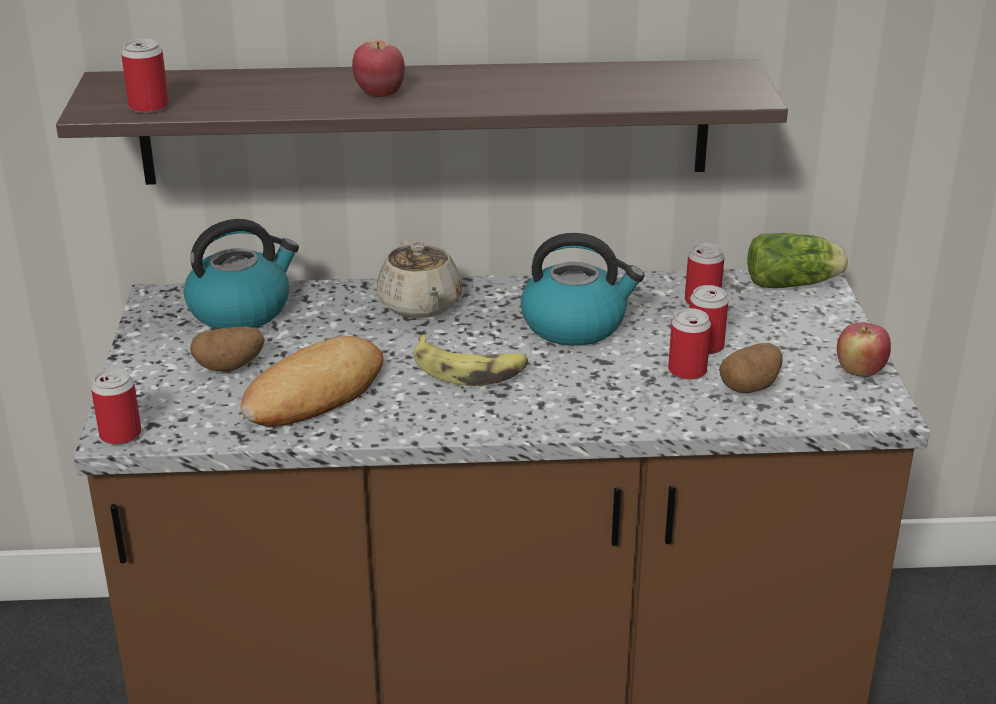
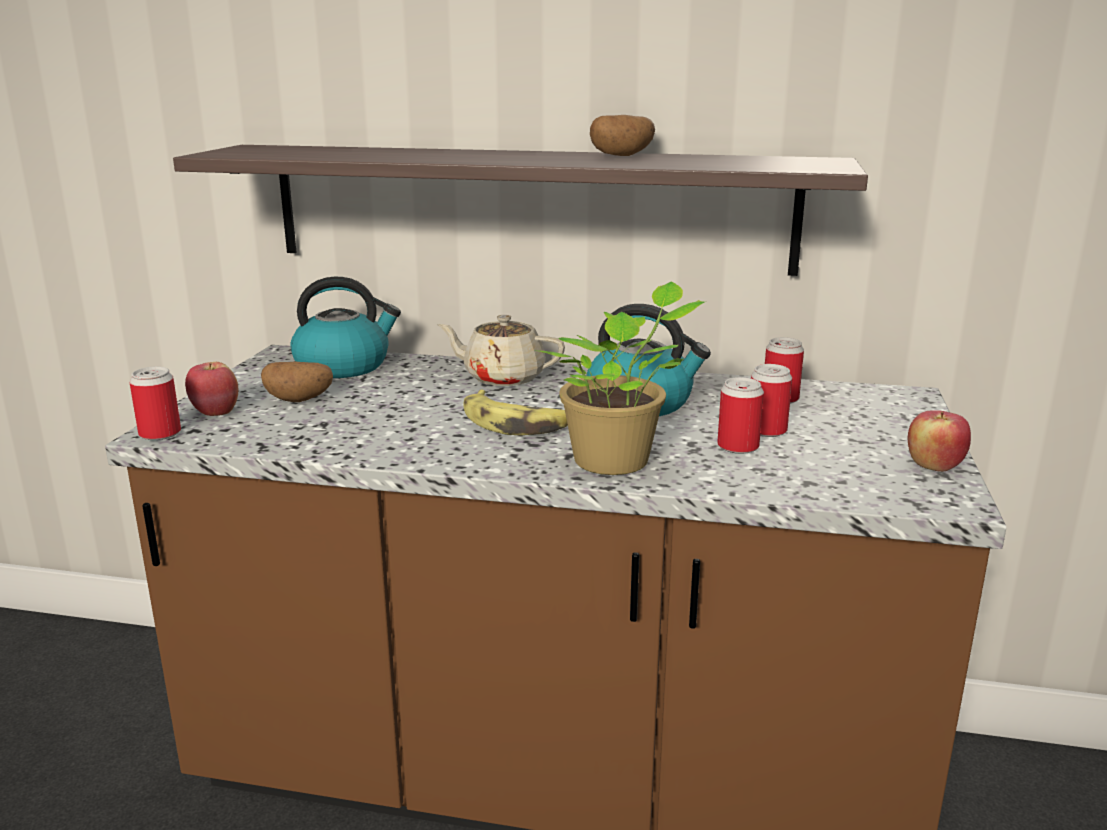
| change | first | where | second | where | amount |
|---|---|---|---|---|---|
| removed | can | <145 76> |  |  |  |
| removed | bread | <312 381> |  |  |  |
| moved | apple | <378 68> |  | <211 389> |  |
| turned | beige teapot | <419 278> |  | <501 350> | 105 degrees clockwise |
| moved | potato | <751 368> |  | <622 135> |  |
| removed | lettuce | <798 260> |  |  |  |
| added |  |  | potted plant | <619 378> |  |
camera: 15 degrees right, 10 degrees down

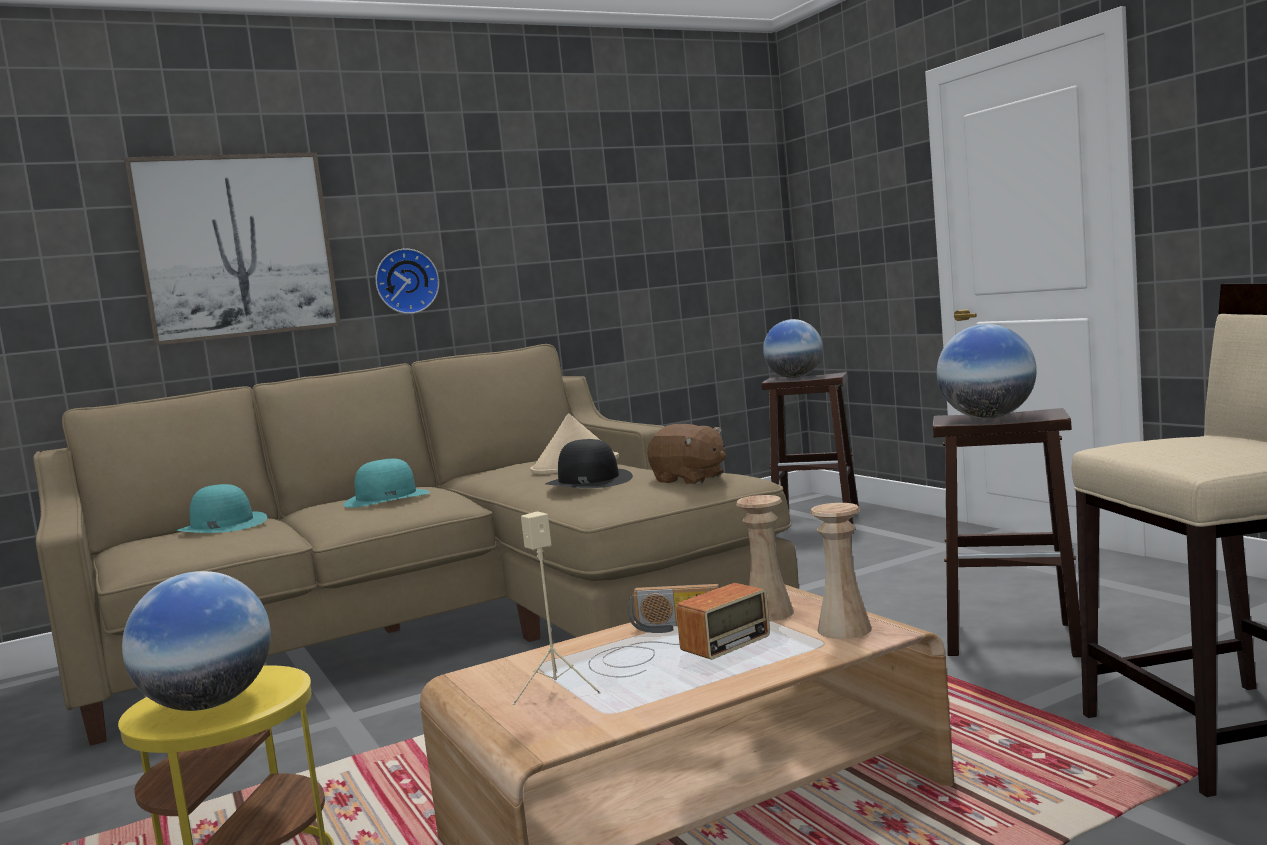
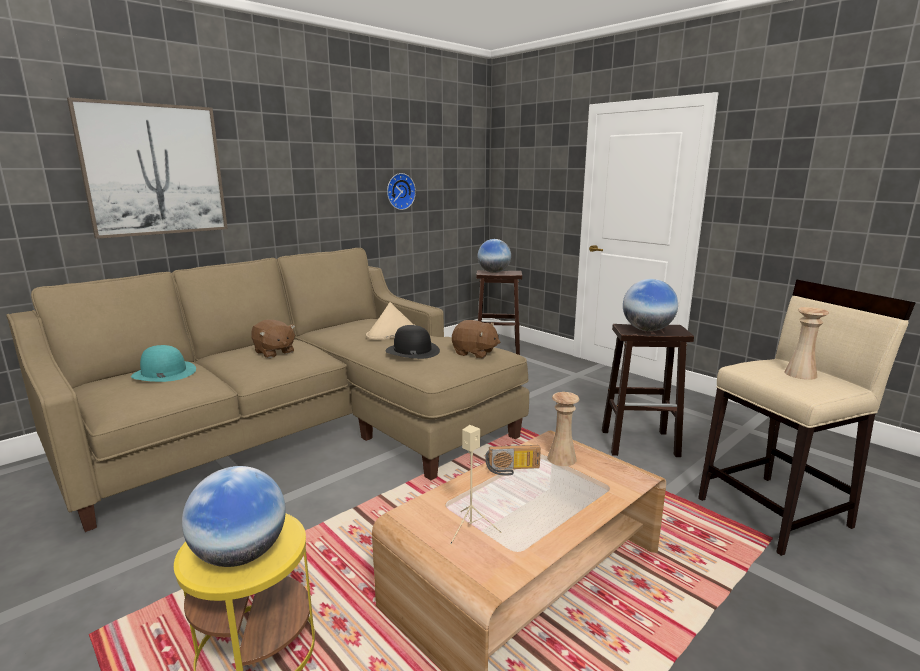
| change | first | where | second | where | amount |
|---|---|---|---|---|---|
| replaced | turquoise hat | <386 483> | brown plush toy | <273 338> |  |
| moved | wall clock | <407 281> |  | <401 191> |  |
| removed | radio | <679 630> |  |  |  |
| moved | beige vase | <841 571> |  | <806 343> |  |
camera: 15 degrees left, 10 degrees up

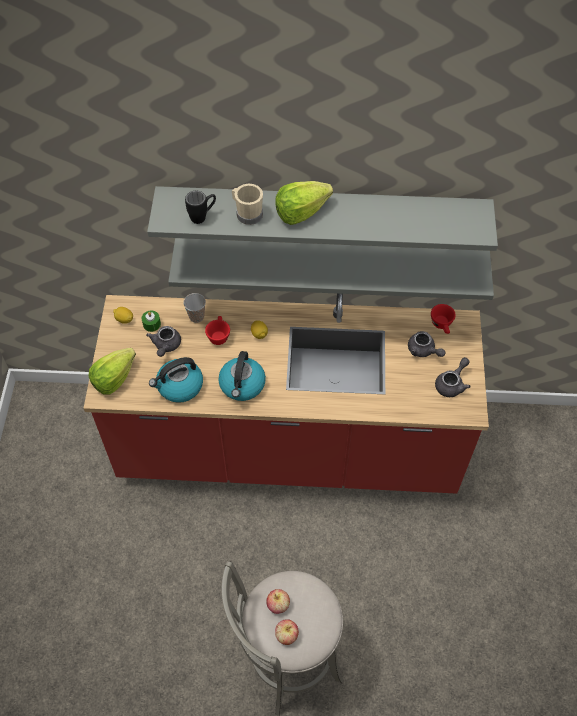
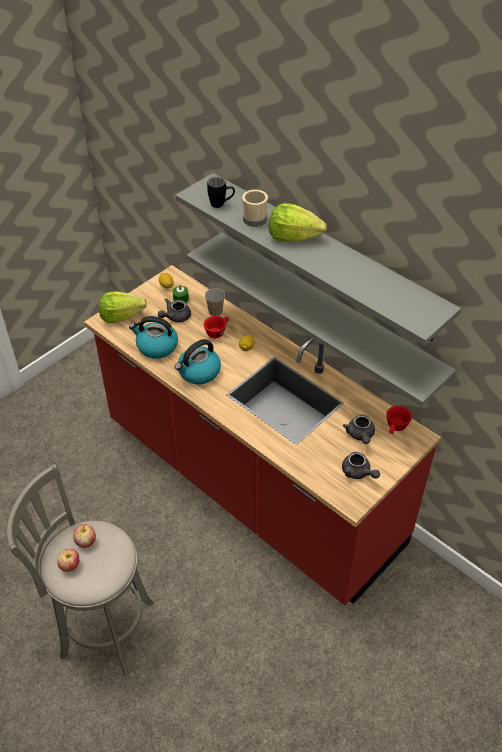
| change | first | where | second | where | amount |
|---|---|---|---|---|---|
| turned | grey teapot | <453 377> |  | <361 465> | 60 degrees clockwise |
camera: 40 degrees right, 10 degrees down

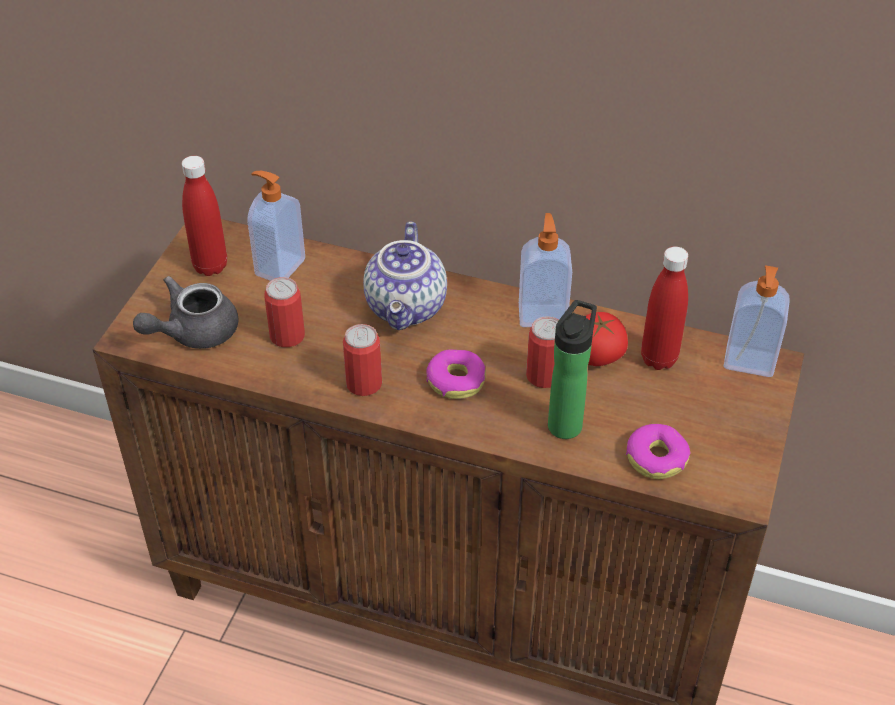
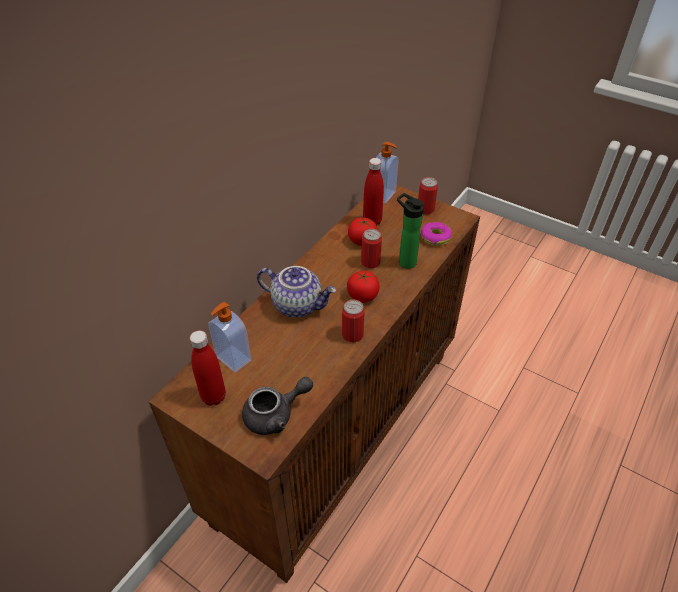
| change | first | where | second | where | amount |
|---|---|---|---|---|---|
| turned | grey teapot | <185 312> |  | <277 406> | 90 degrees counterclockwise |
| moved | can | <284 312> |  | <428 196> |  |
| replaced | donut | <456 374> | tomato | <363 286> |  |
| removed | soap dispenser | <545 270> |  |  |  |
camera: 75 degrees left, 0 degrees up

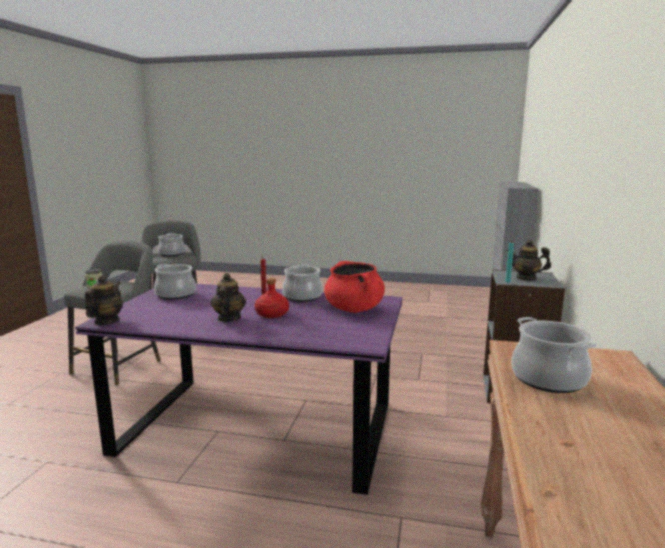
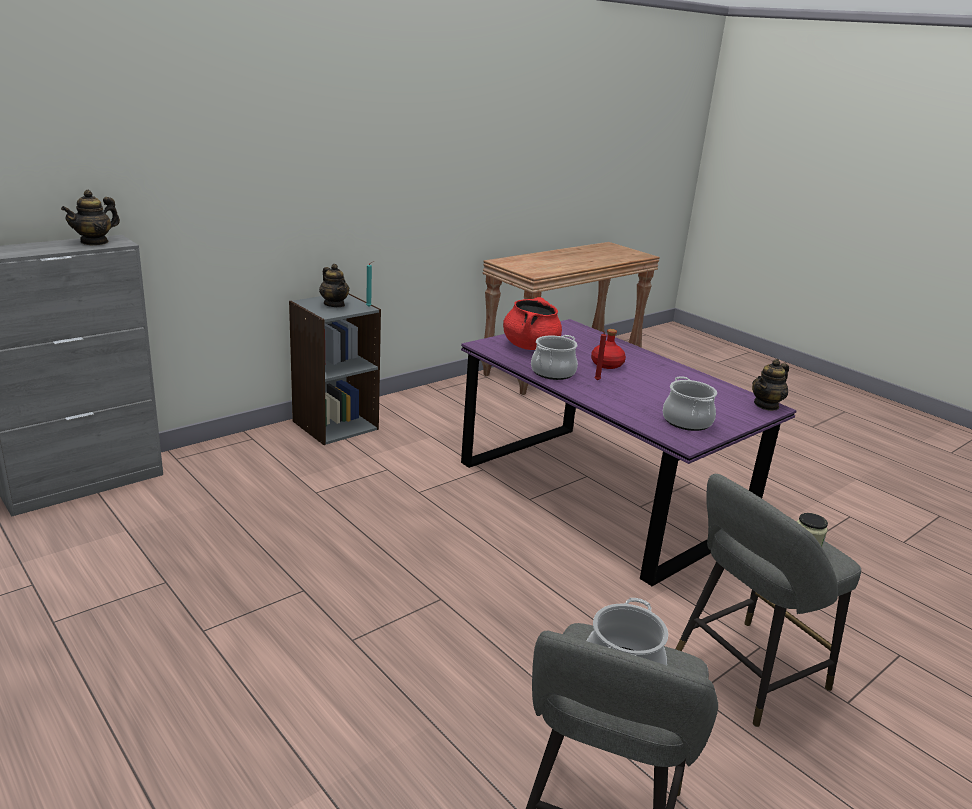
| change | first | where | second | where | amount |
|---|---|---|---|---|---|
| moved | teapot | <228 297> |  | <90 217> |  |
| removed | cooking pot | <554 355> |  |  |  |
camera: 145 degrees left, 10 degrees up

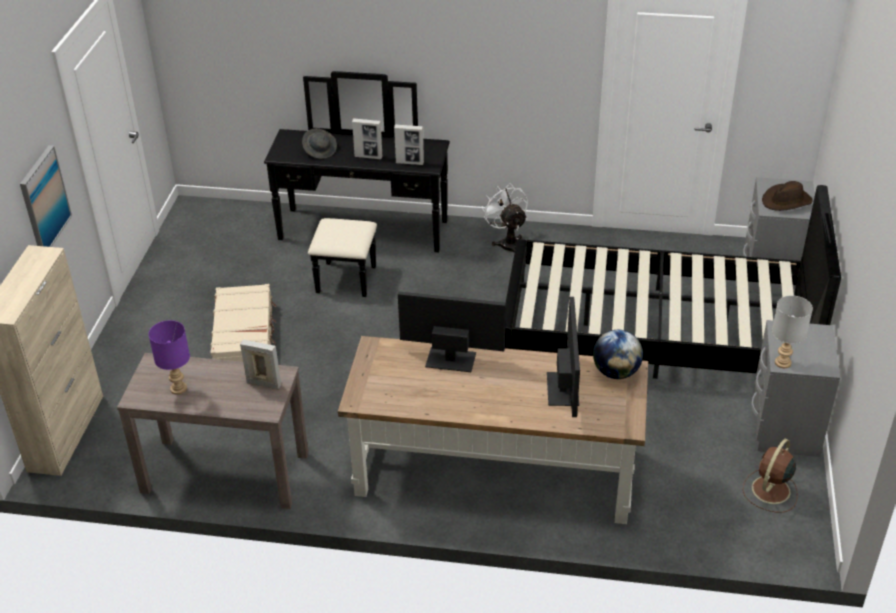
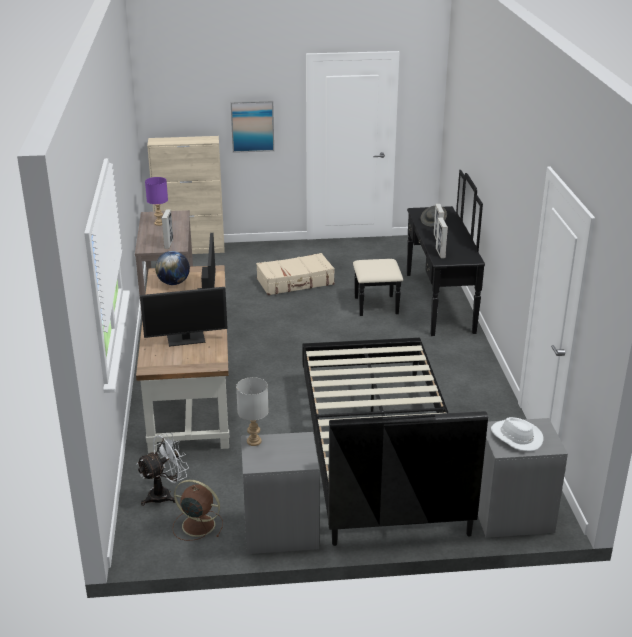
| change | first | where | second | where | amount |
|---|---|---|---|---|---|
| moved | white fan | <504 218> |  | <163 469> |  |
| moved | globe | <618 354> |  | <172 268> |  |
| recoloured | brown hat | <787 196> | white hat | <517 434> |  |
camera: 75 degrees right, 10 degrees down

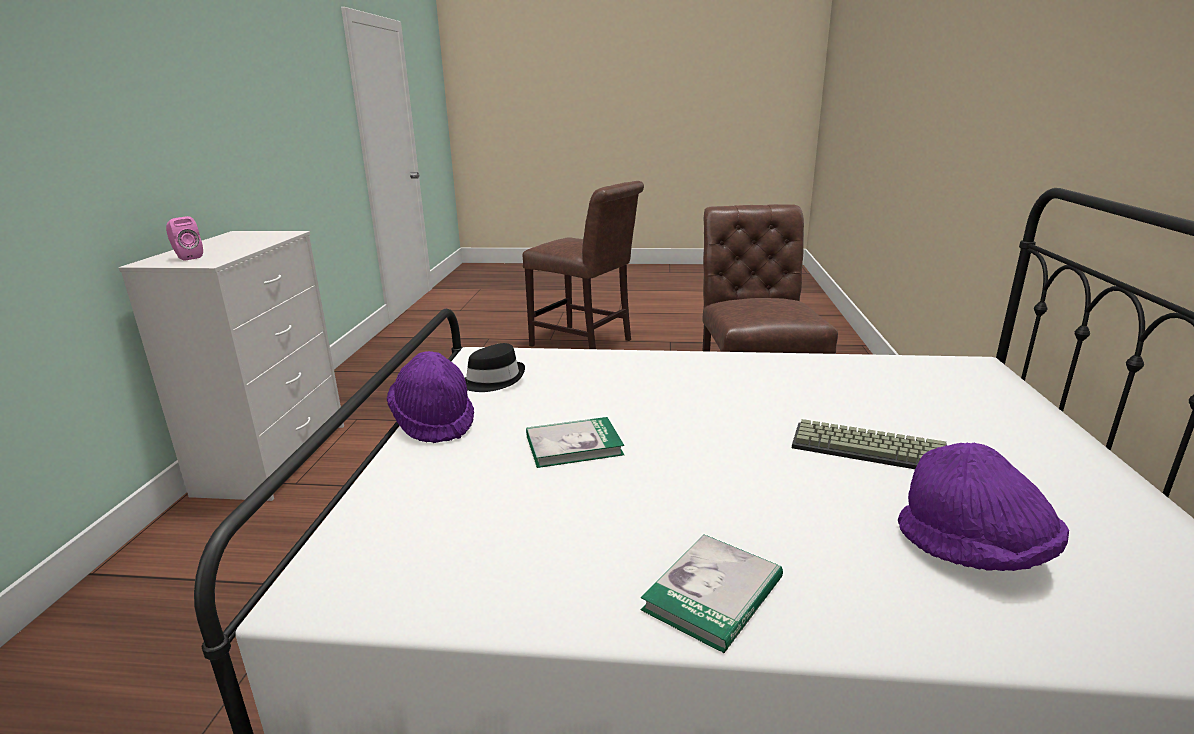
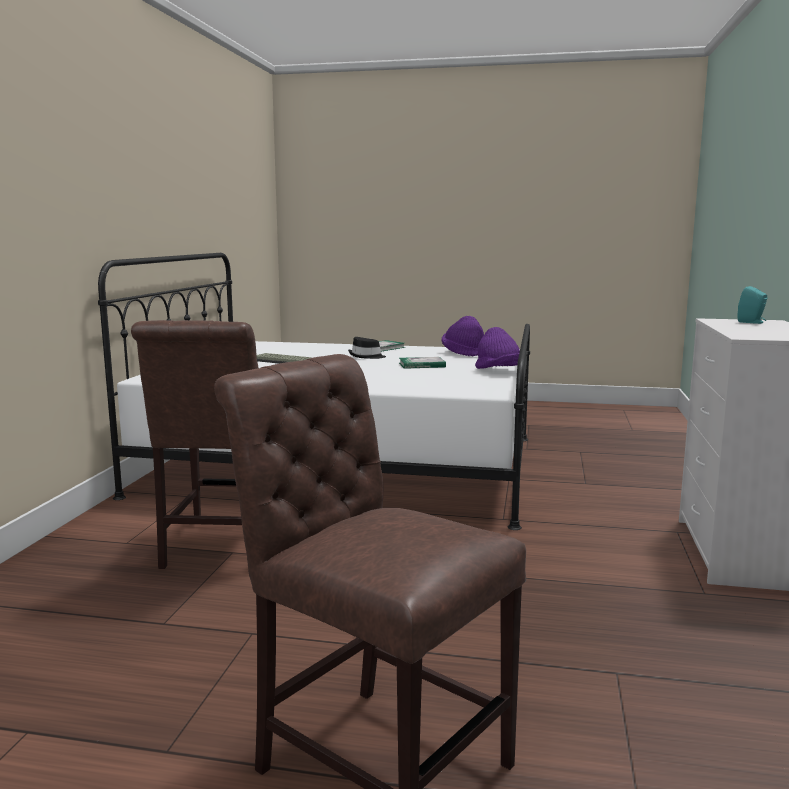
| change | first | where | second | where | amount |
|---|---|---|---|---|---|
| recoloured | pink speaker | <184 238> | turquoise speaker | <752 305> |  |
| moved | black hat | <495 367> |  | <367 348> |  |
| moved | purple hat | <983 507> |  | <463 336> |  |
camera: 175 degrees left, 10 degrees down

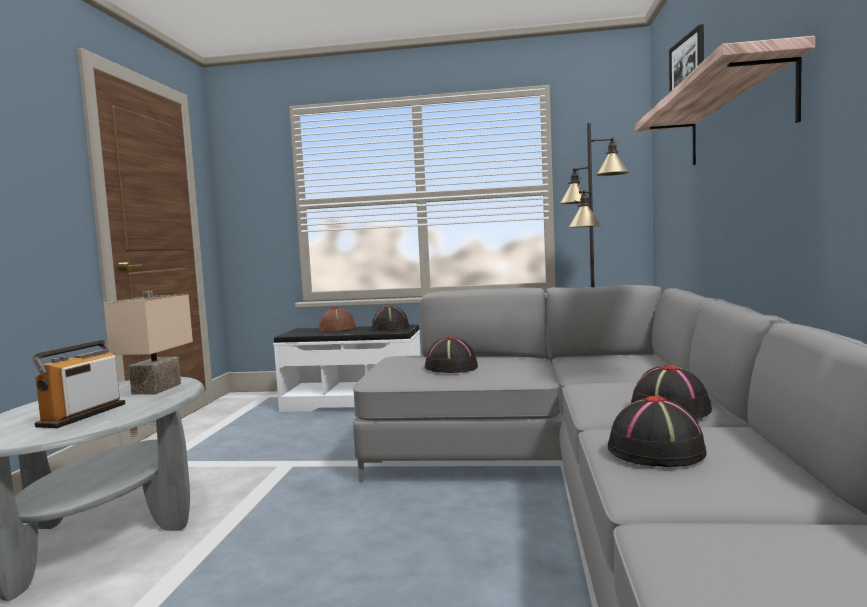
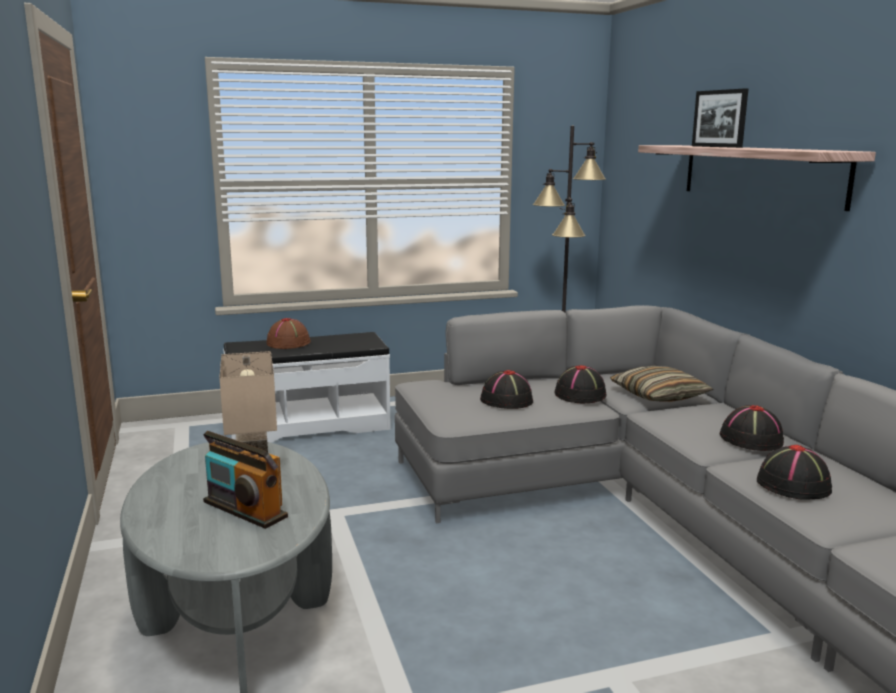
| change | first | where | second | where | amount |
|---|---|---|---|---|---|
| turned | radio | <78 384> |  | <245 480> | 45 degrees counterclockwise |
| moved | black hat | <391 318> |  | <580 384> |  |
| added |  |  | pillow | <662 384> |  |
camera: 25 degrees left, 10 degrees up

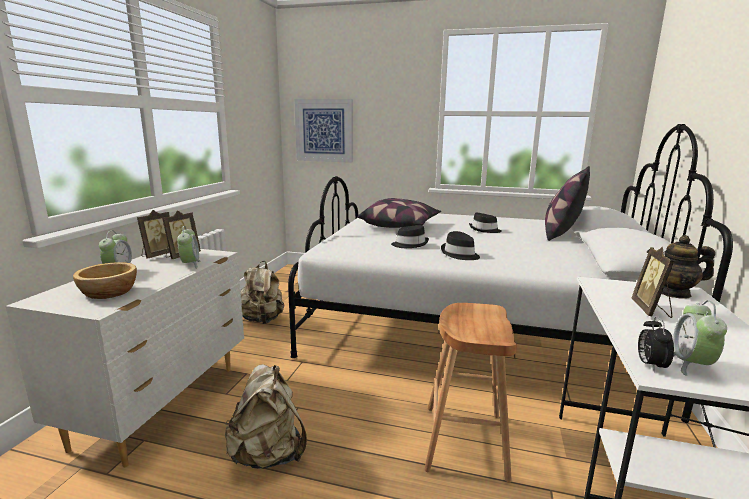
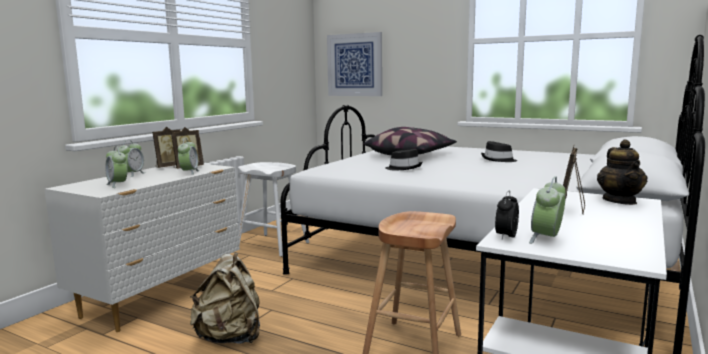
| change | first | where | second | where | amount |
|---|---|---|---|---|---|
| replaced | bowl | <105 280> | alarm clock | <116 167> |  |
| replaced | beige backpack | <262 292> | white stool | <274 209> |  |
| removed | black hat | <460 245> |  |  |  |
| removed | pillow | <567 203> |  |  |  |
| turned | teapot | <681 267> |  | <622 172> | 105 degrees counterclockwise |
camera: 15 degrees right, 5 degrees down

